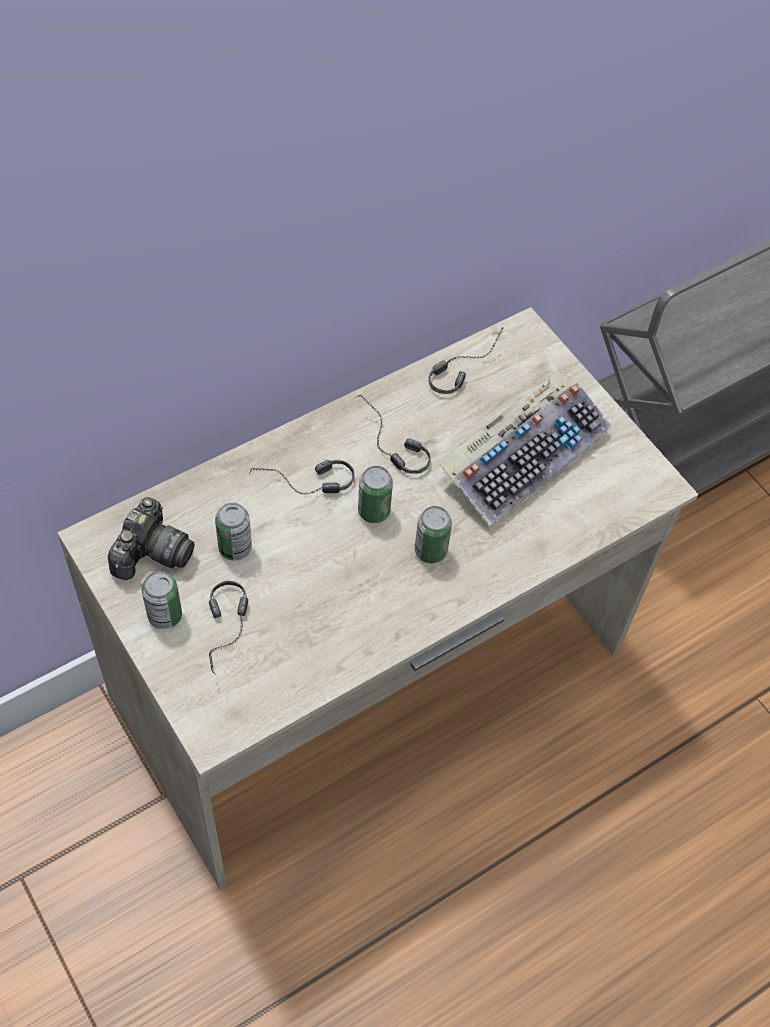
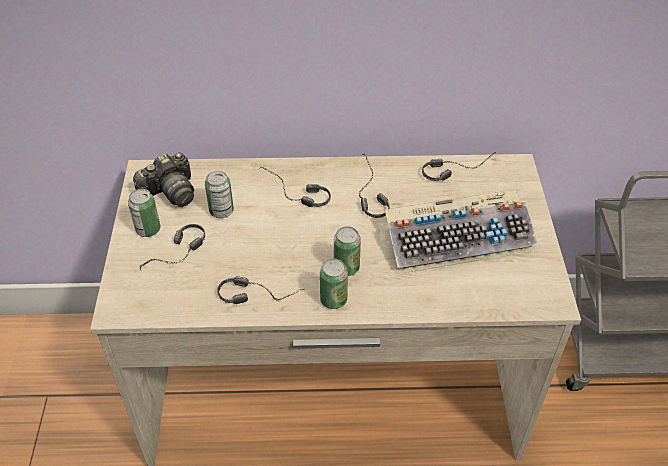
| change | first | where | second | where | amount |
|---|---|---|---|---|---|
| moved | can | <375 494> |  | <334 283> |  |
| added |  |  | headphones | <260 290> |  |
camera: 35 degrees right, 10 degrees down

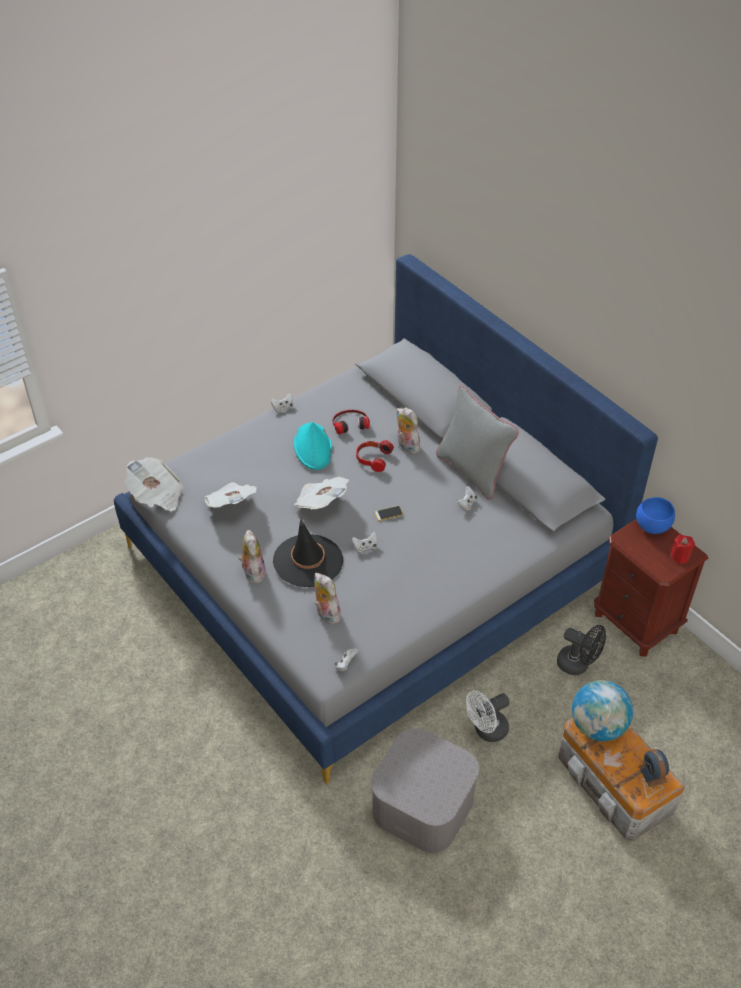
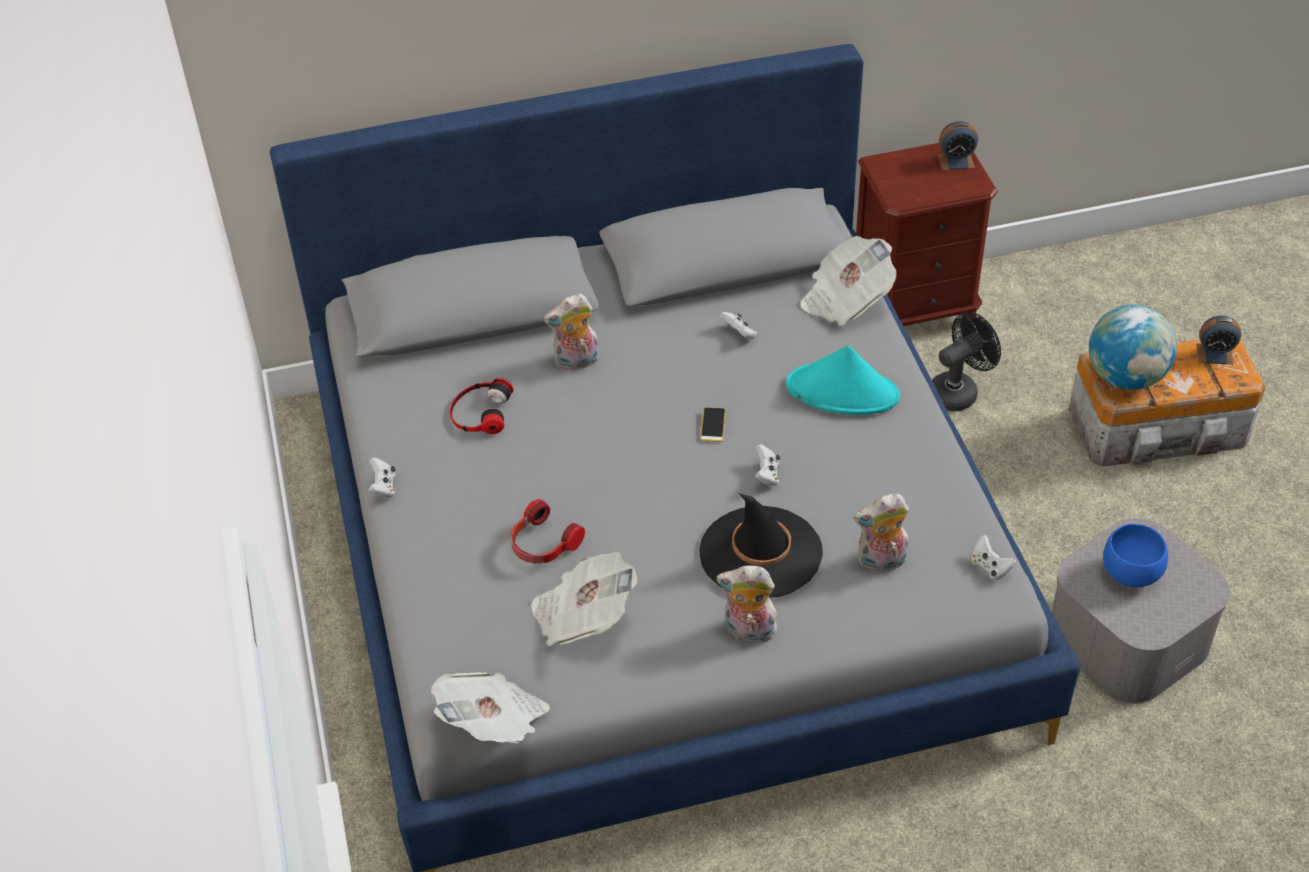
| change | first | where | second | where | amount |
|---|---|---|---|---|---|
| moved | turquoise hat | <313 446> |  | <843 380> |  |
| moved | newspaper | <321 493> |  | <848 281> |  |
| moved | headphones | <375 456> |  | <548 531> |  |
| removed | grey pillow | <477 443> |  |  |  |
| removed | white fan | <488 716> |  |  |  |
| moved | blue bowl | <655 515> |  | <1135 556> |  |
| replaced | red candle | <682 549> | alarm clock | <957 146> |  |
camera: 65 degrees left, 0 degrees up

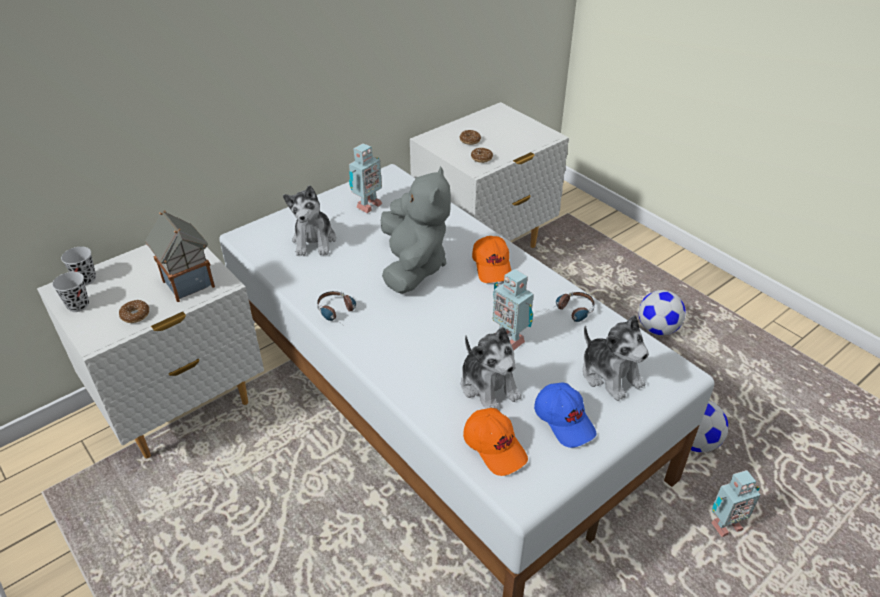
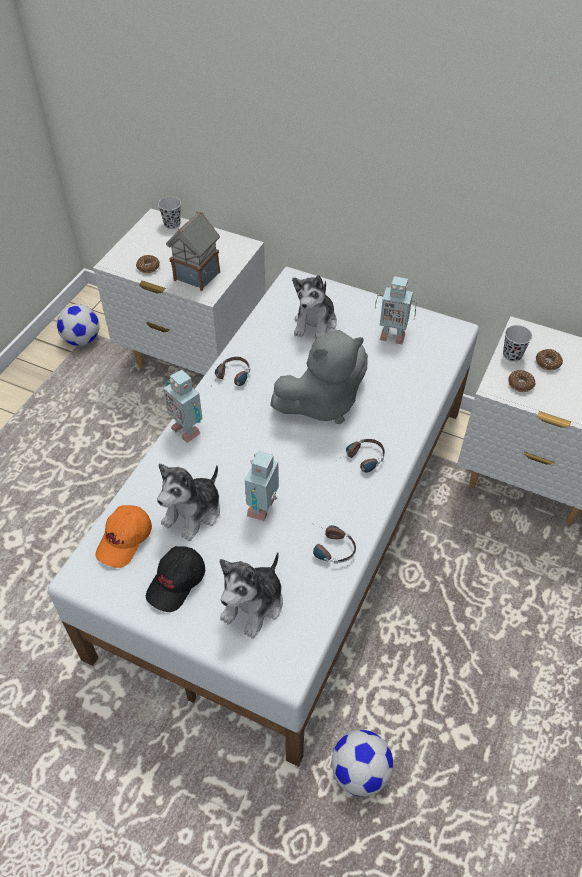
| change | first | where | second | where | amount |
|---|---|---|---|---|---|
| moved | black cup | <70 292> |  | <517 343> |  |
| turned | plush toy | <309 220> |  | <314 307> | 45 degrees counterclockwise |
| replaced | orange cap | <491 259> | headphones | <360 456> |  |
| recoloured | blue cap | <565 415> | black cap | <175 579> |  |
| moved | football | <662 312> |  | <78 325> |  |
| moved | toy robot | <735 503> |  | <183 406> |  |
camera: 65 degrees right, 10 degrees up

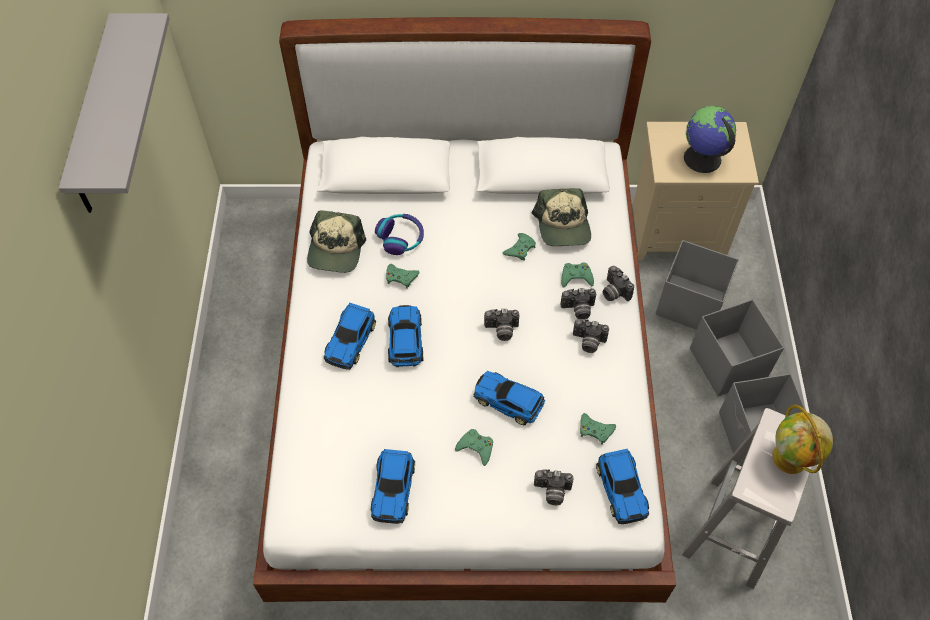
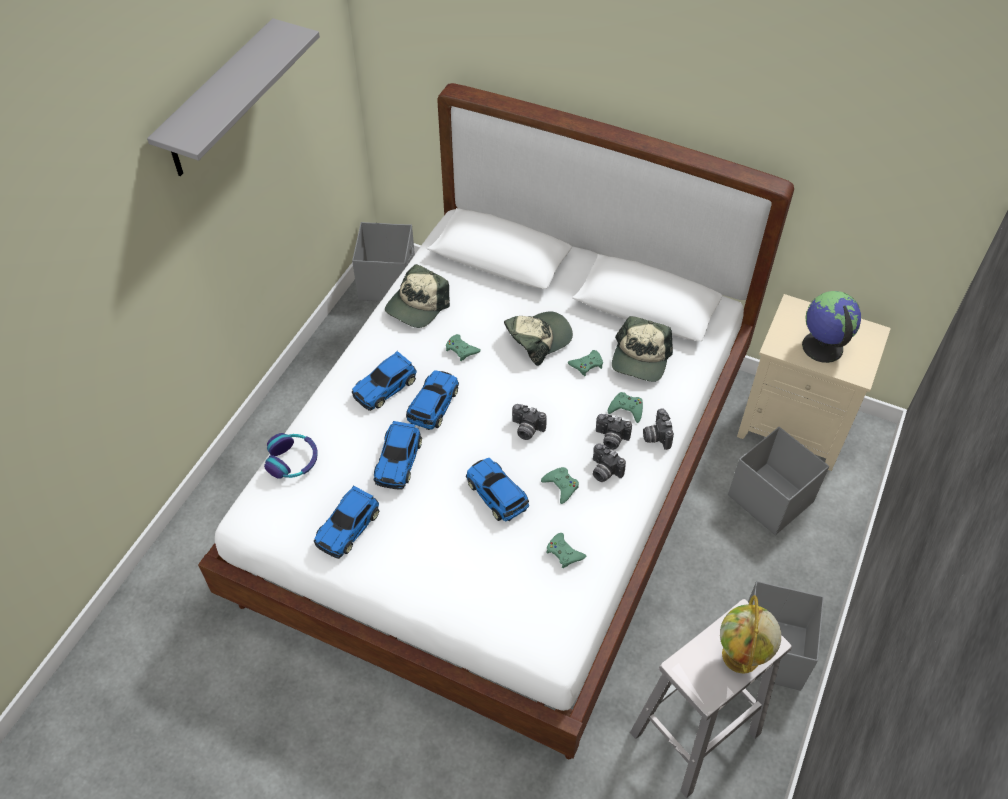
| change | first | where | second | where | amount |
|---|---|---|---|---|---|
| moved | headphones | <399 234> |  | <291 456> |  |
| moved | green game controller | <474 447> |  | <560 485> |  |
| removed | photo camera | <553 487> |  |  |  |
| moved | toy car | <622 486> |  | <398 455> |  |
| moved | grey storage box | <737 347> |  | <383 262> |  |
| added |  |  | cap | <538 338> |  |
camera: 25 degrees right, 5 degrees down

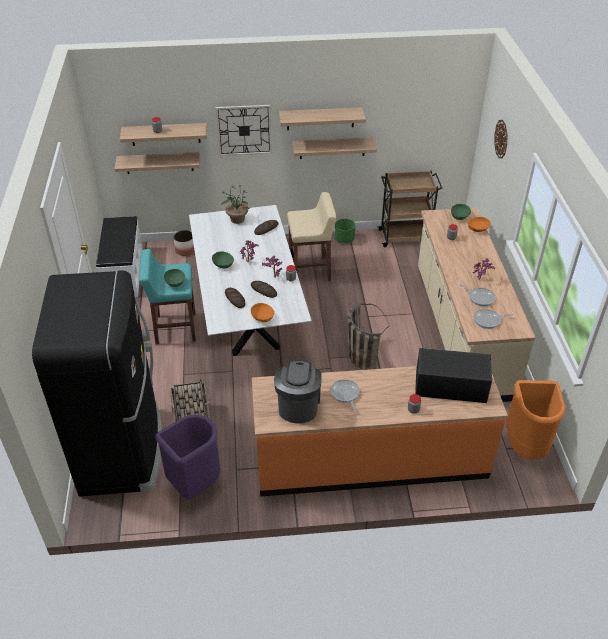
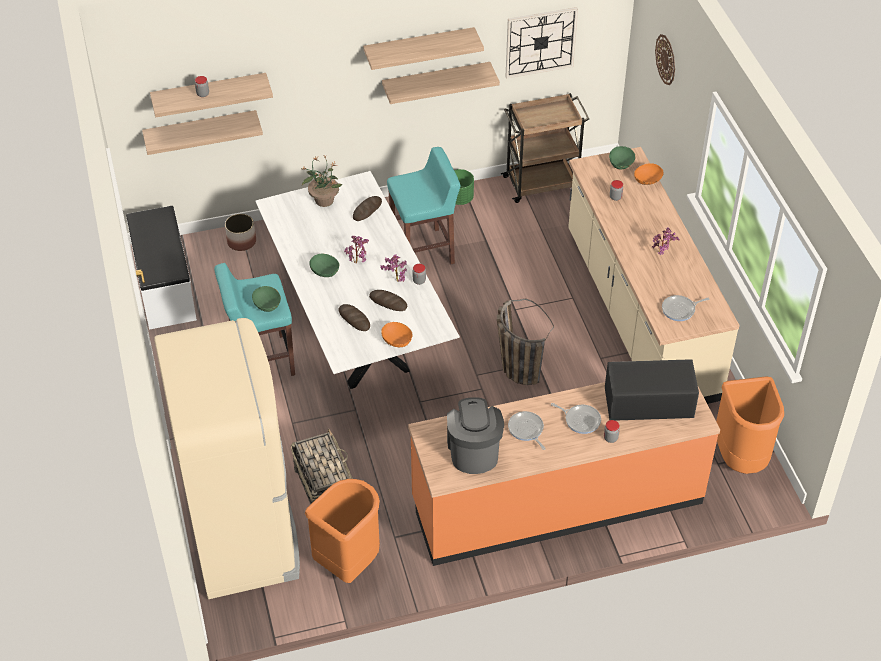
| change | first | where | second | where | amount |
|---|---|---|---|---|---|
| recoloured | black fridge | <97 383> | beige fridge | <227 458> |  |
| recoloured | purple trash can | <187 457> | orange trash can | <342 531> |  |
| moved | wall clock | <244 130> |  | <541 43> |  |
| recoloured | beige stool | <312 236> | turquoise stool | <424 205> |  |
| moved | frying pan | <478 295> |  | <576 418> |  |
camera: 10 degrees left, 5 degrees up

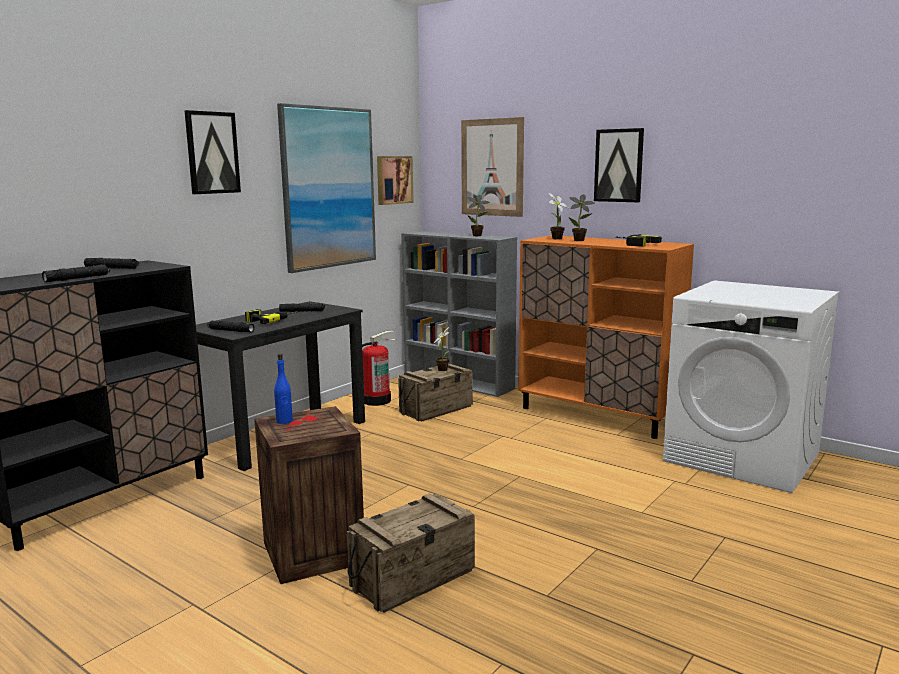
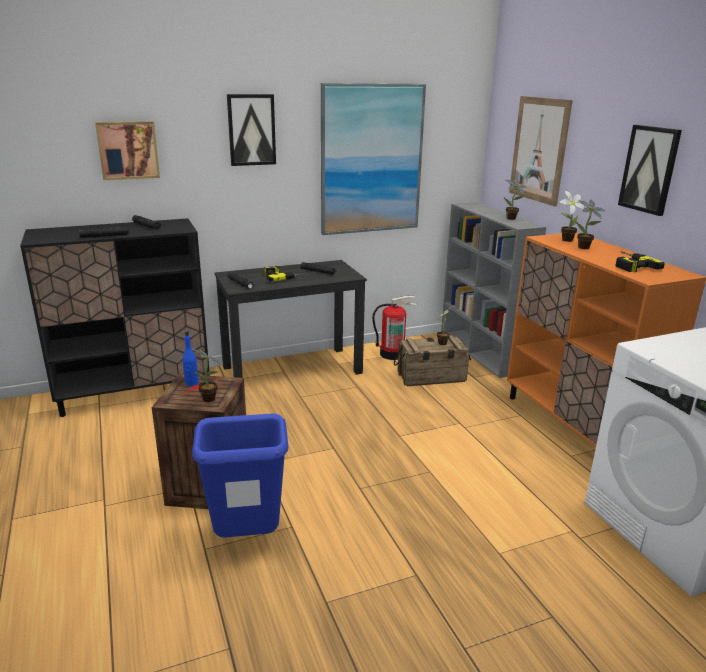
| change | first | where | second | where | amount |
|---|---|---|---|---|---|
| replaced | crate | <411 553> | blue trash can | <240 476> |  |
| moved | picture | <395 180> |  | <127 150> |  |
| added |  |  | potted plant | <206 375> |  |
camera: 30 degrees right, 10 degrees up

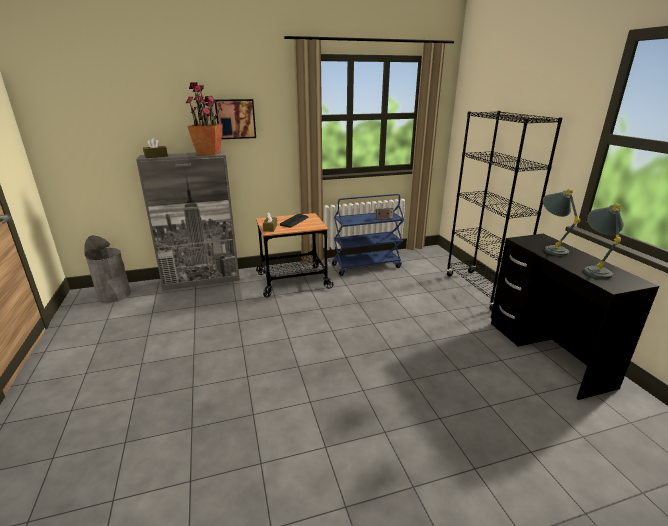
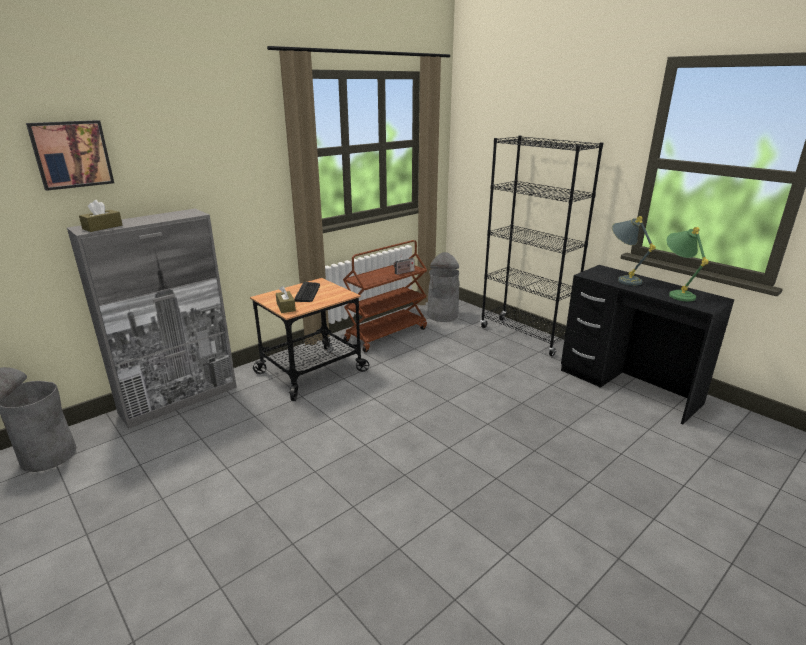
| change | first | where | second | where | amount |
|---|---|---|---|---|---|
| removed | potted plant | <204 118> |  |  |  |
| moved | picture | <235 119> |  | <70 155> |  |
| recoloured | blue cart | <368 235> | brown cart | <385 296> |  |
| recoloured | grey table lamp | <604 241> | green table lamp | <687 264> |  |
| added |  |  | grey trash can | <443 287> |  |
camera: 25 degrees left, 0 degrees up

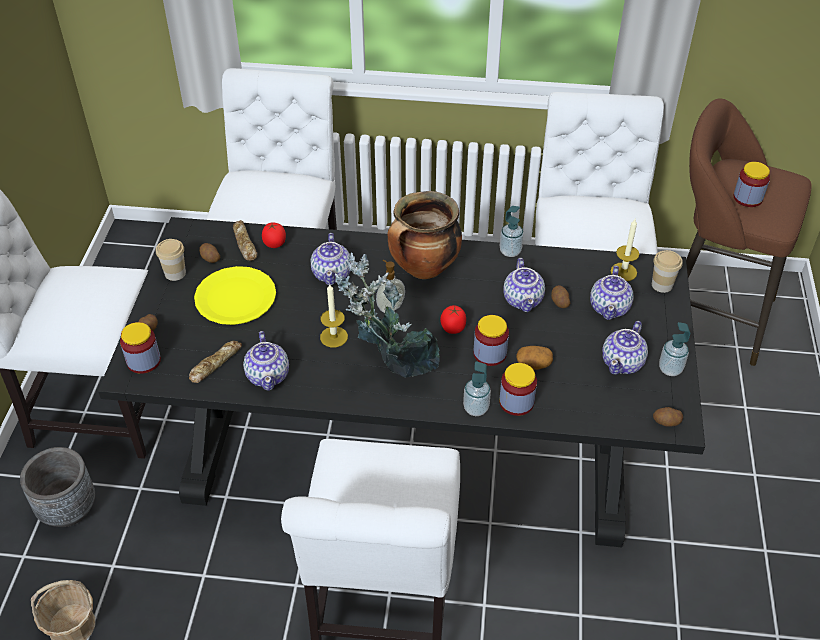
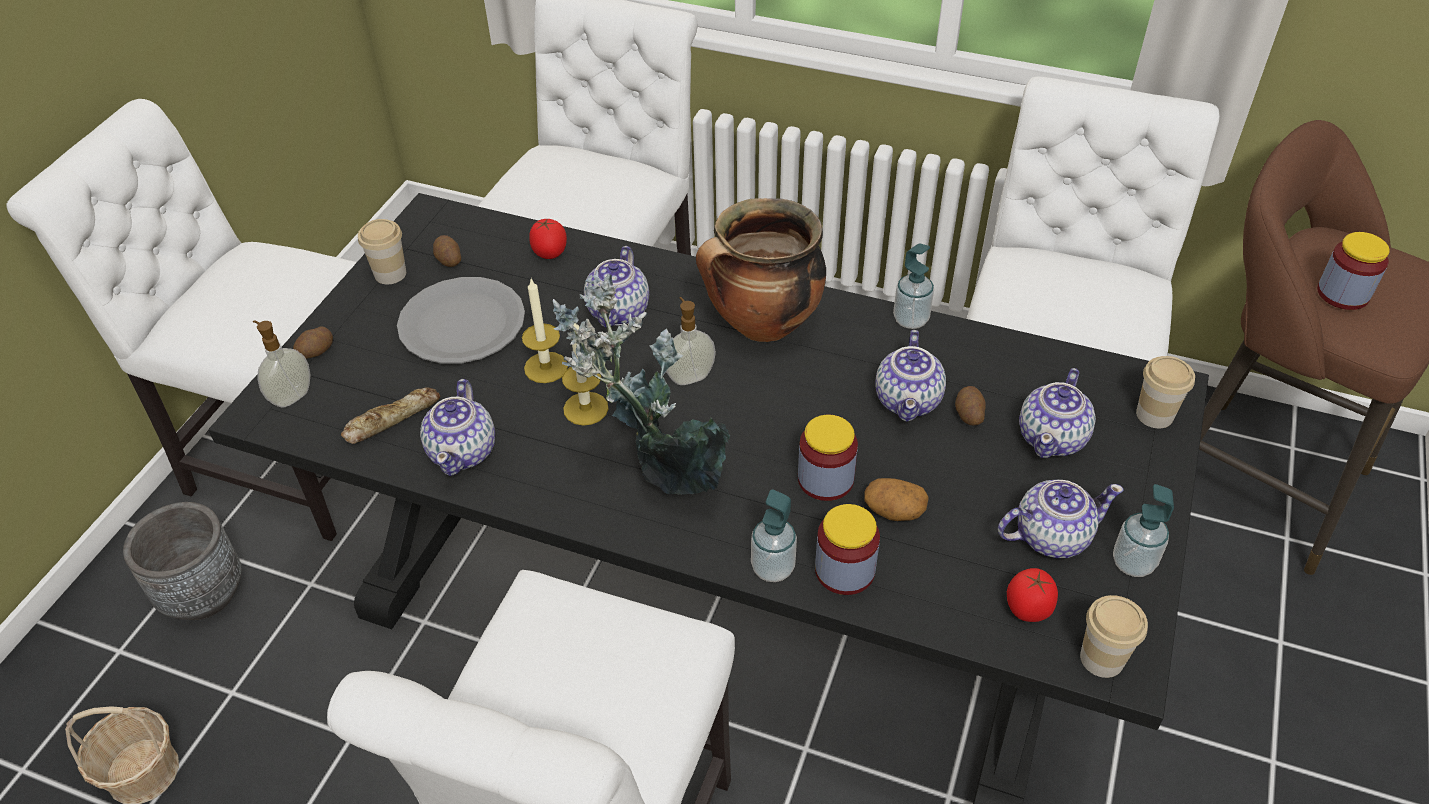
| change | first | where | second | where | amount |
|---|---|---|---|---|---|
| replaced | jar | <140 348> | soap dispenser | <281 364> |  |
| recoloured | yellow plate | <235 295> | grey plate | <461 320> |  |
| removed | bread | <245 240> |  |  |  |
| moved | tomato | <453 319> |  | <1032 595> |  |
| turned | teapot | <625 348> |  | <1061 519> | 150 degrees counterclockwise |
| moved | candle | <625 250> |  | <545 331> |  |
| replaced | potato | <668 417> | cup | <1114 636> |  |
camera: 15 degrees right, 0 degrees up

